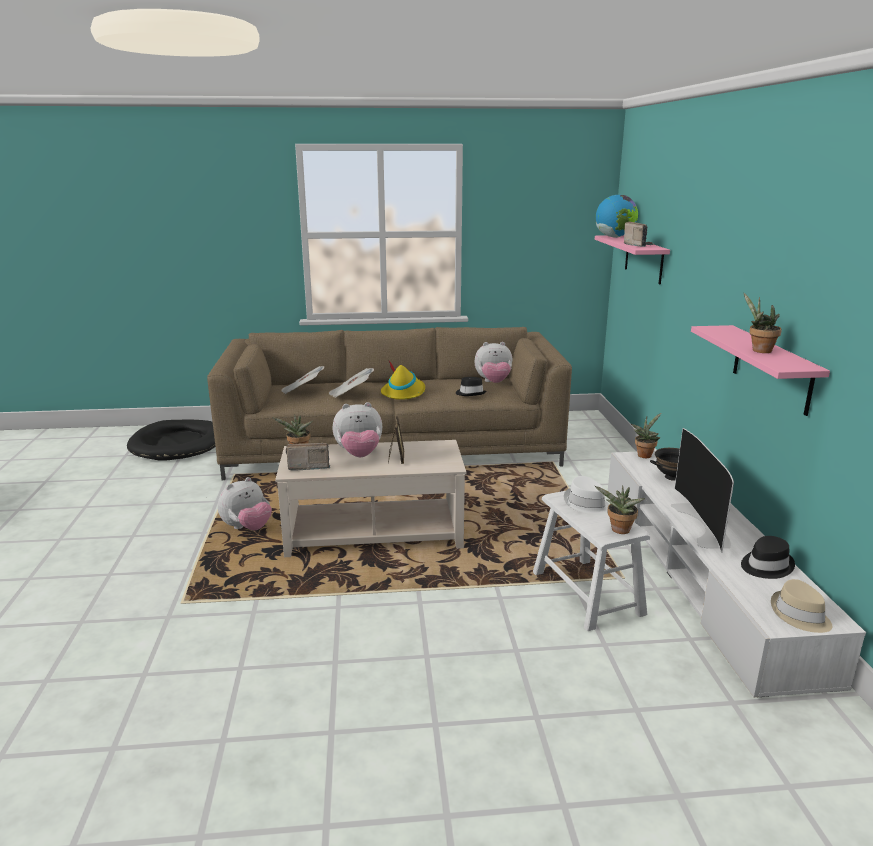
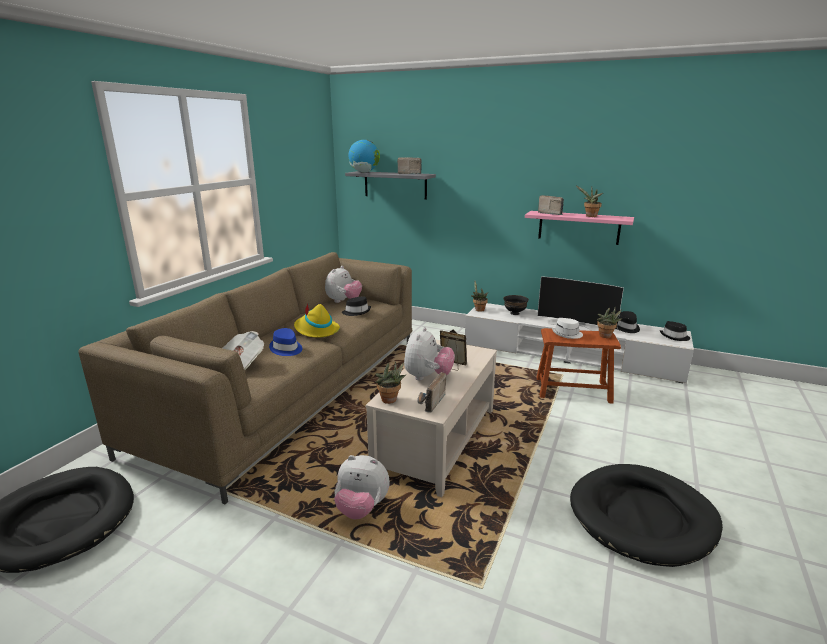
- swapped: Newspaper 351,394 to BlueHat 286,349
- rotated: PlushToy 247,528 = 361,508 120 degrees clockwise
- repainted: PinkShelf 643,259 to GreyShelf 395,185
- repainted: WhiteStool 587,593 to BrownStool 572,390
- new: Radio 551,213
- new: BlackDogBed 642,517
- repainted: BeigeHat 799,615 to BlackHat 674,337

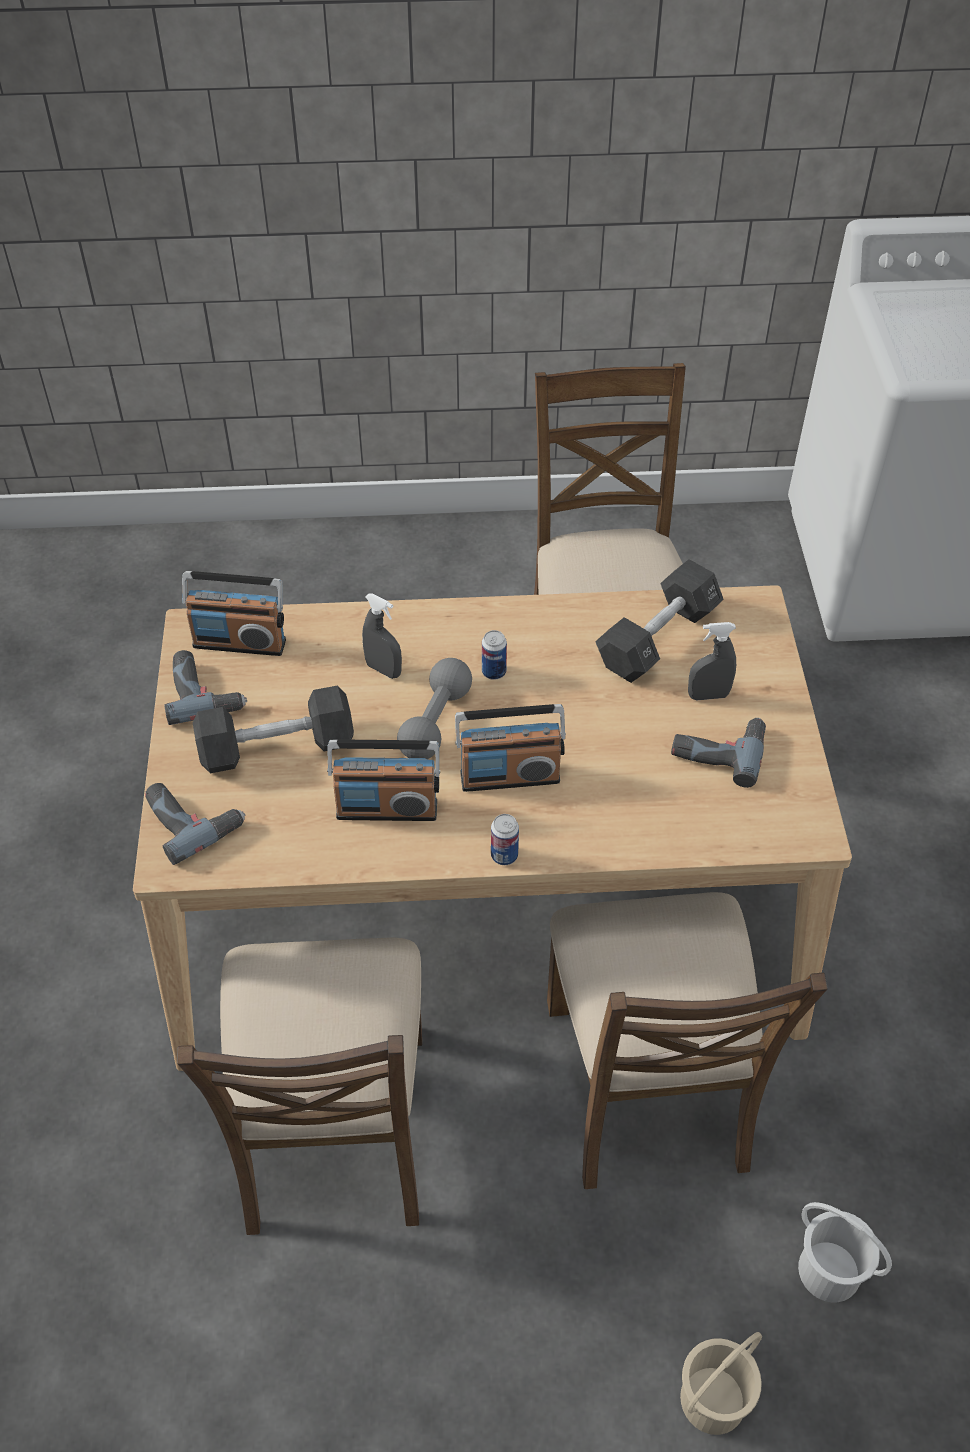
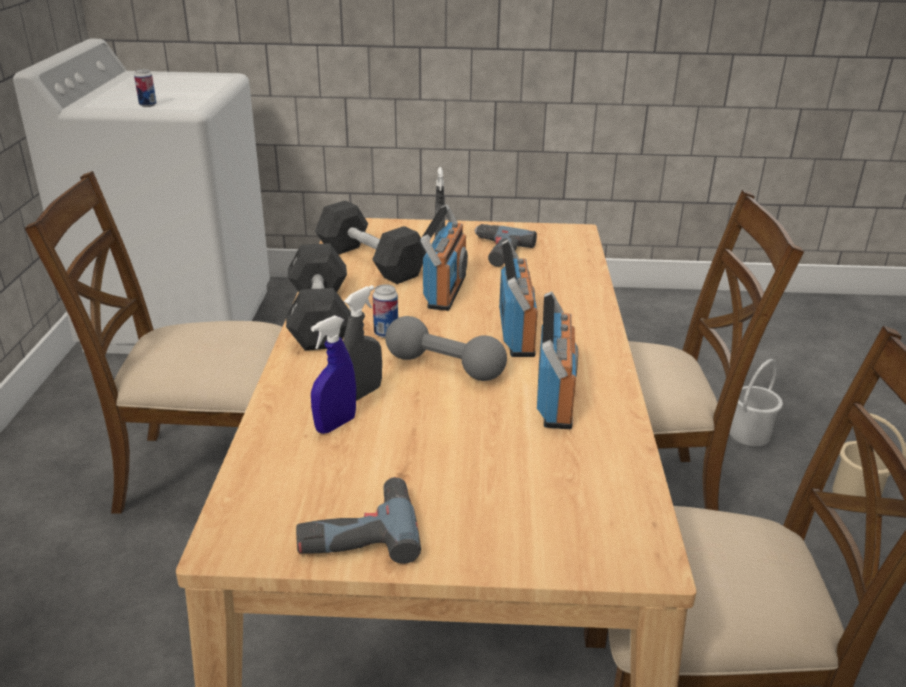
- shifted: Can 504,855 to 148,105
- shifted: BlackDumbbell 277,747 to 319,317
- new: BlueSprayBottle 335,425
- shifted: Radio 240,642 to 445,291
- gone: PowerDrill 192,819

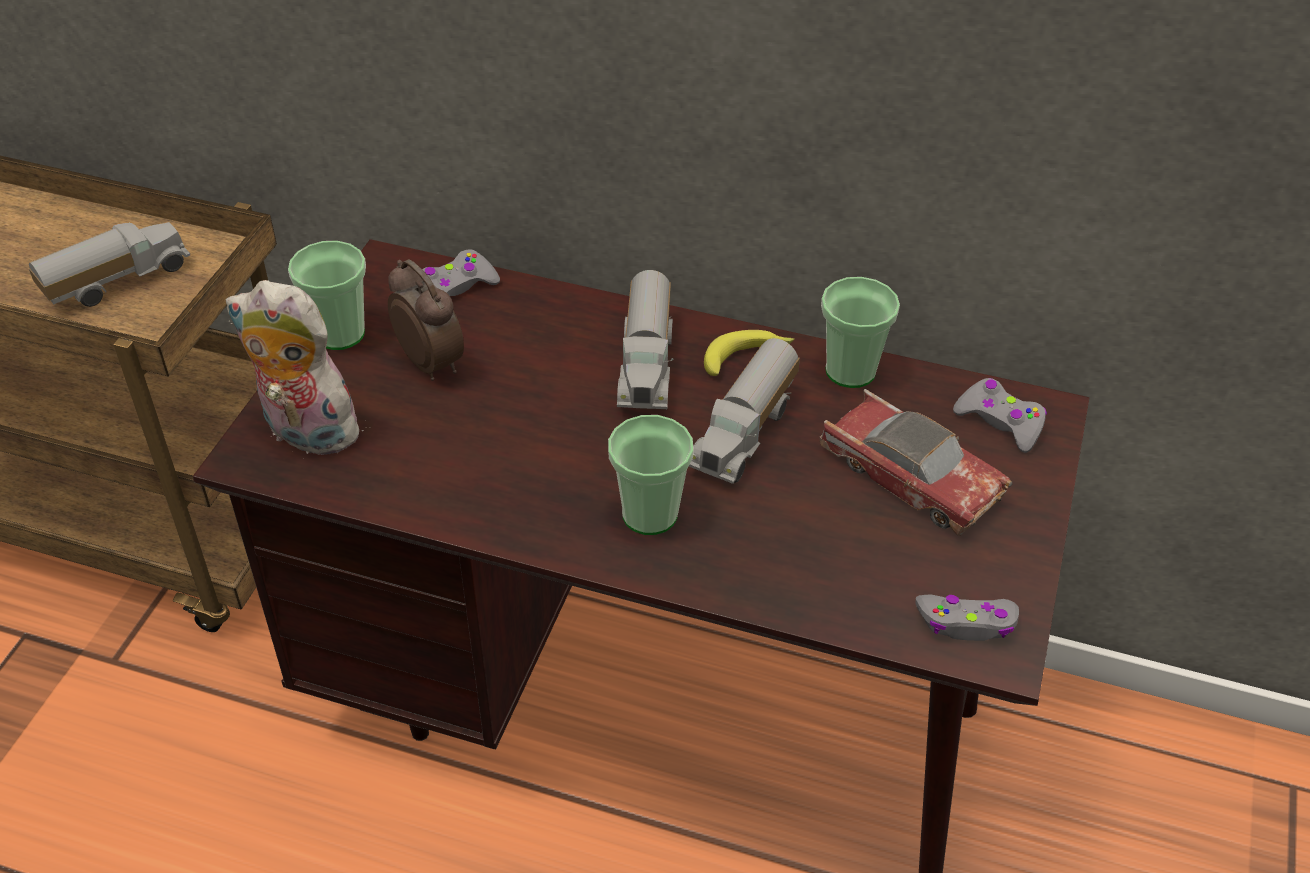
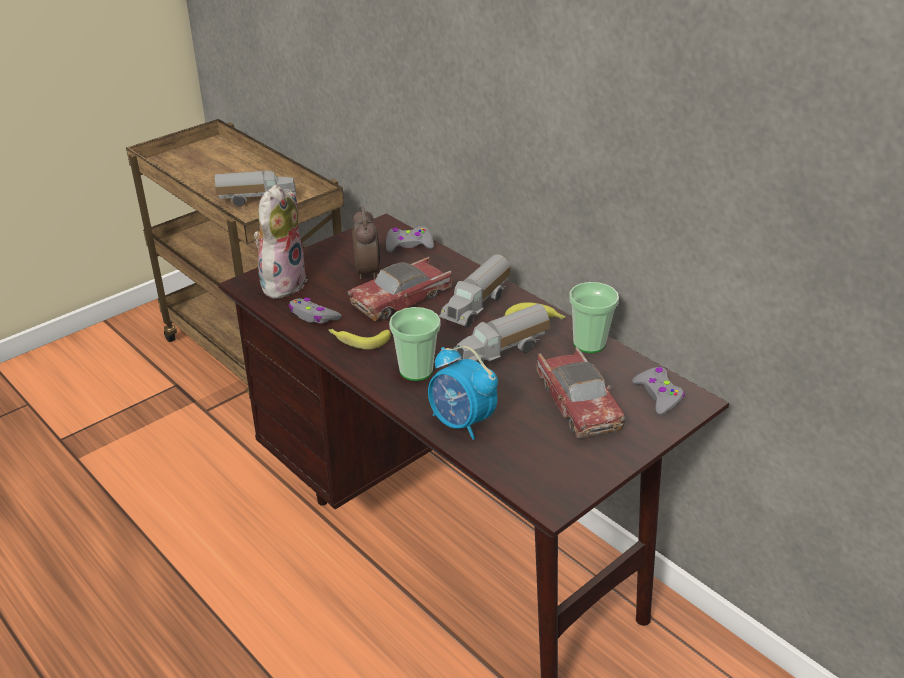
- rotated: PlushToy 305,433 = 282,282 60 degrees clockwise
- shifted: GreyGameController 966,623 to 313,316
- new: Banana 358,340
- new: ToyCar 401,298
- new: AlarmClock 461,422
- gone: Cup 340,333

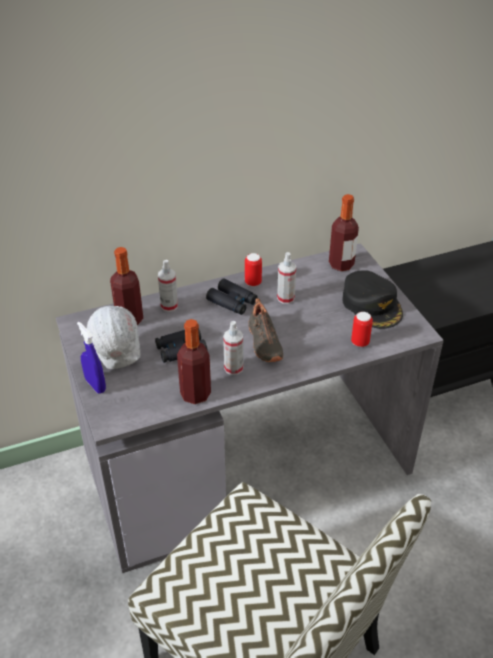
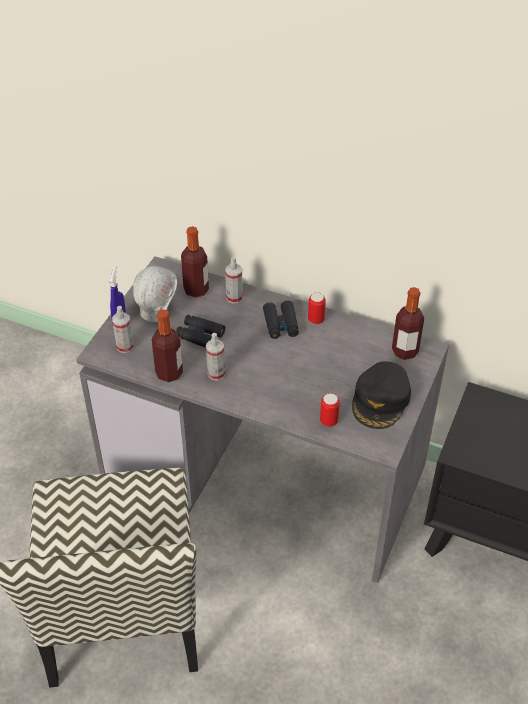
- shifted: SprayBottle 285,298 to 125,346
- gone: BlackShoe 263,343

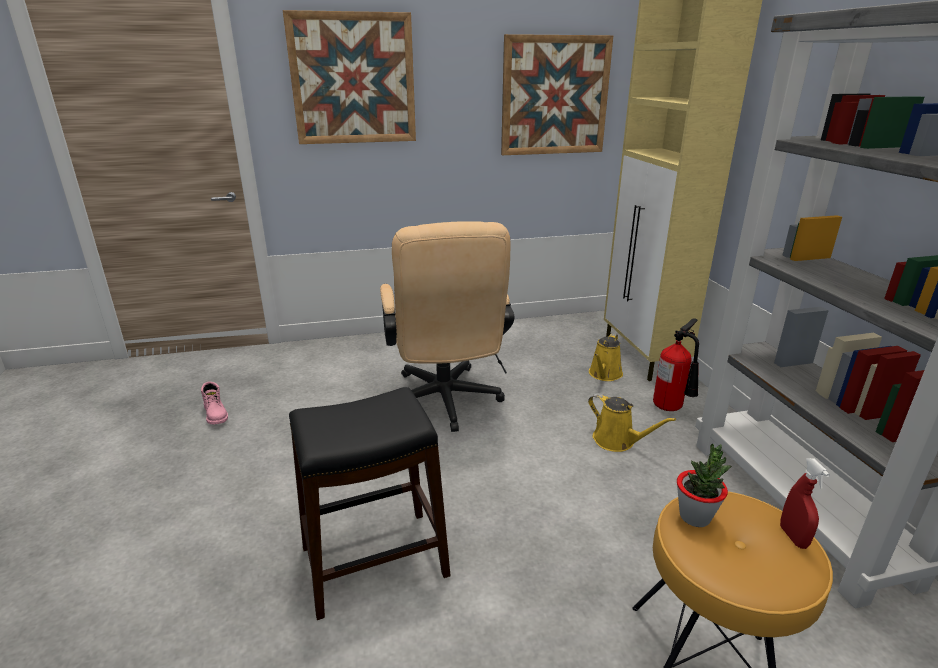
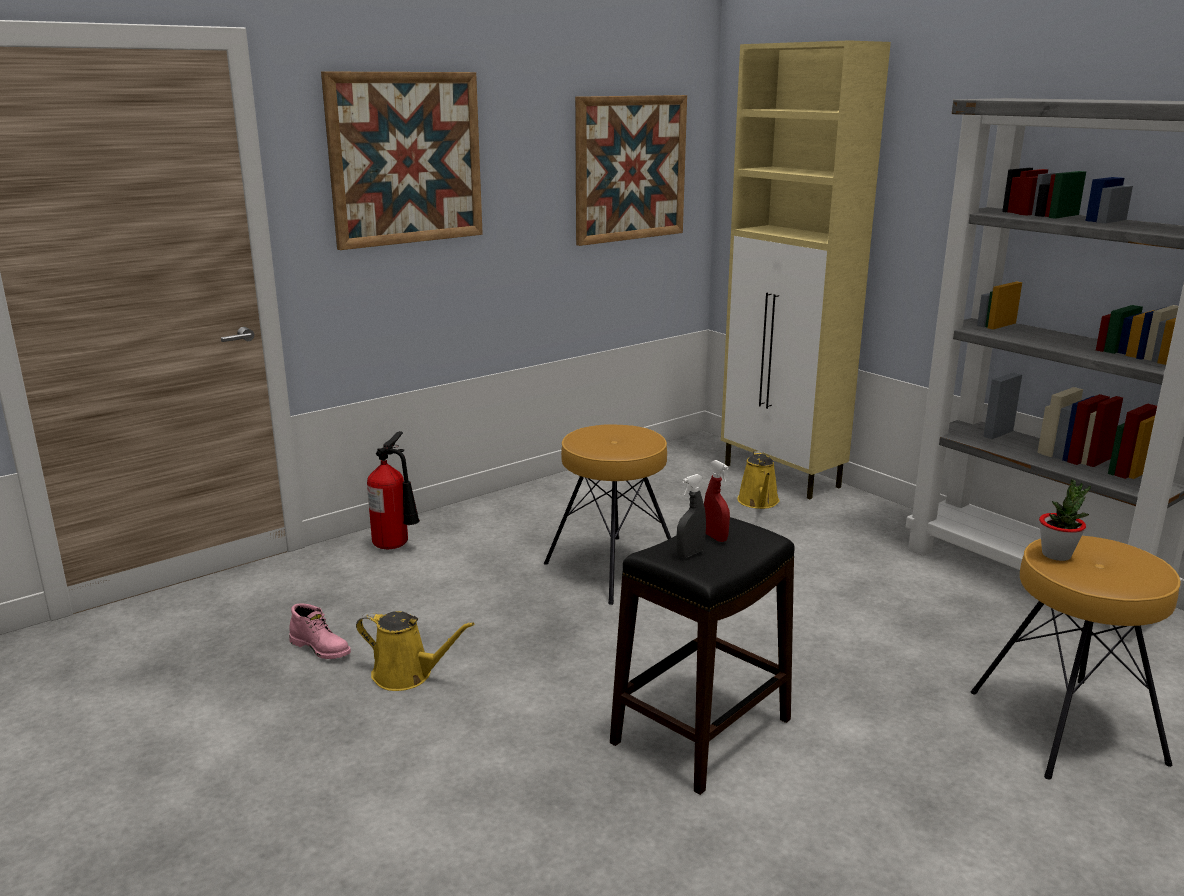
- shifted: YellowWateringCan 617,441 to 407,675
- shifted: FireExtinguisher 672,408 to 396,546
- swapped: BeigeOfficeChair 445,404 to BrownStool 613,569
- new: GreySprayBottle 690,553
- shifted: RedSprayBottle 793,537 to 715,537

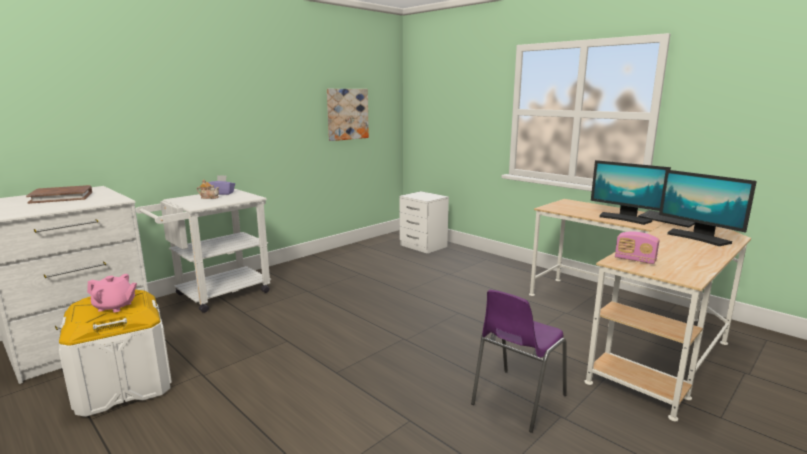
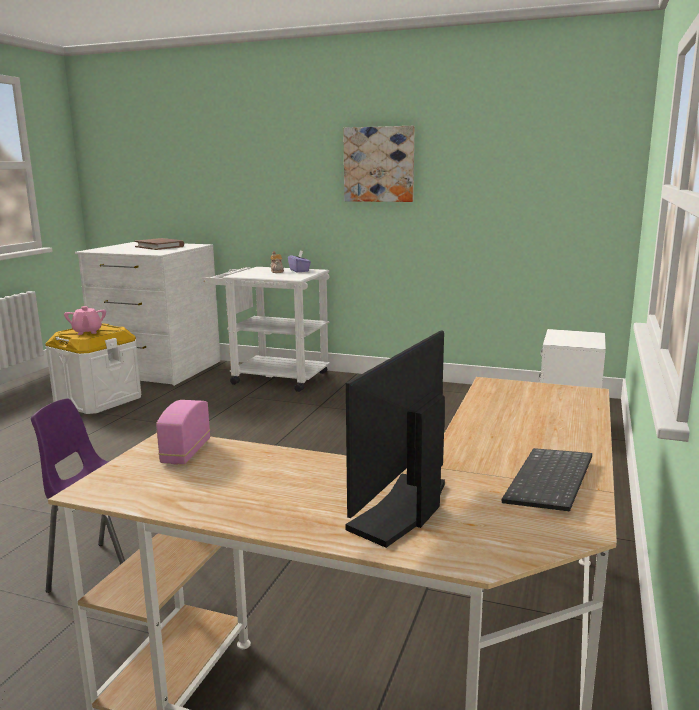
- shifted: Picture 347,114 to 379,164
- gone: Monitor 624,218

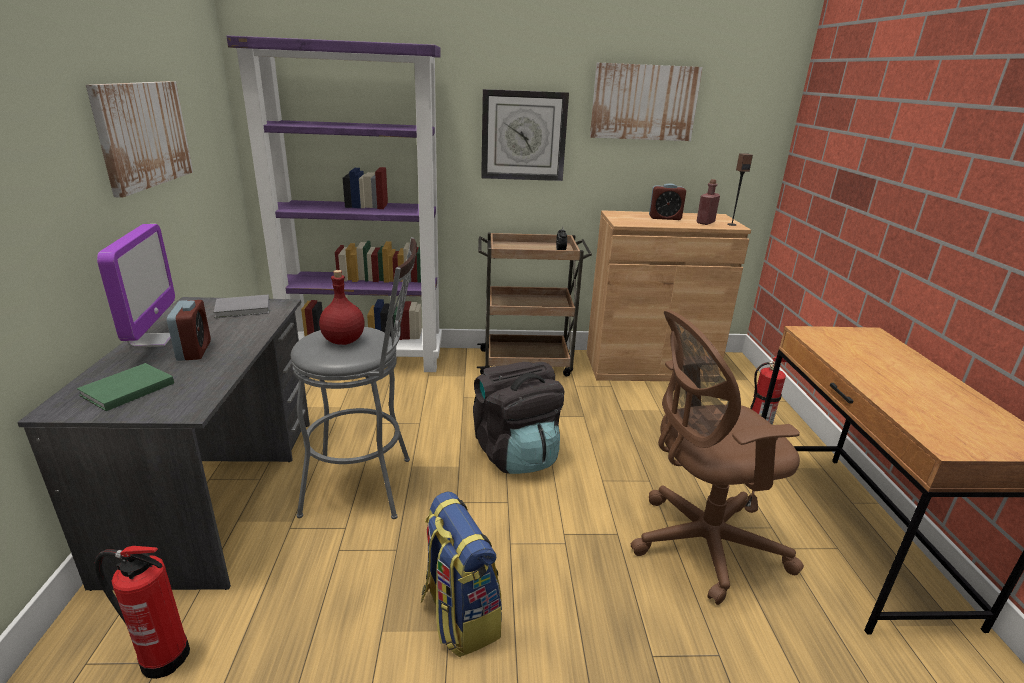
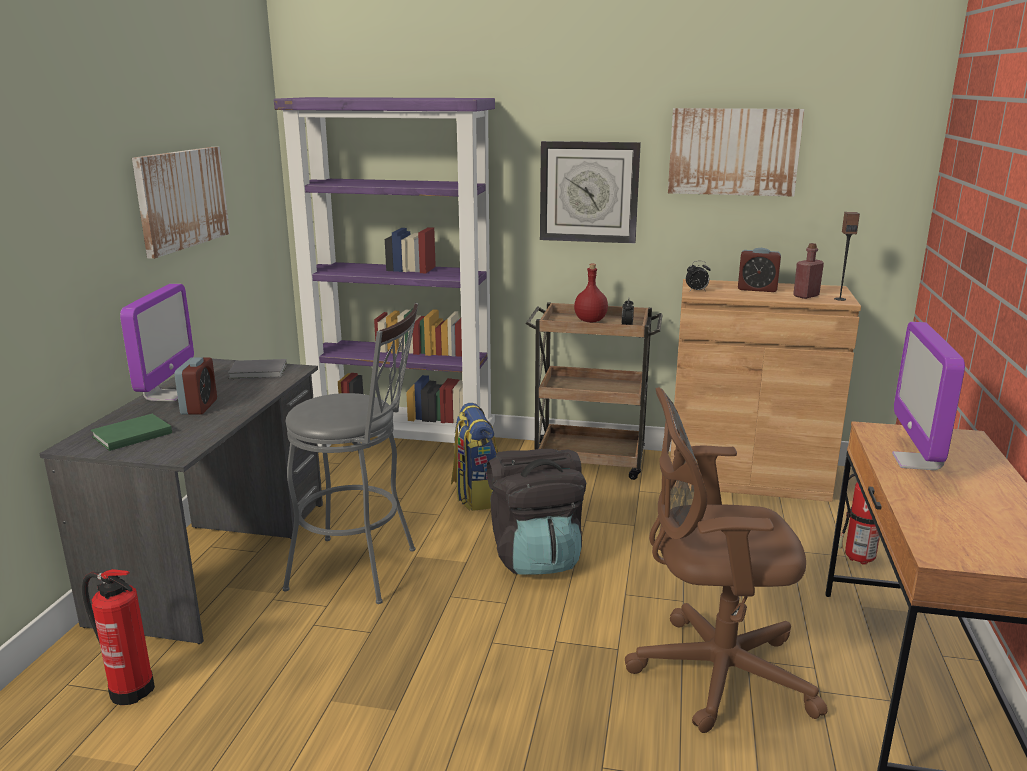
- shifted: Backpack 459,616 to 476,495
- shifted: RedBottle 344,341 to 591,321
- new: AlarmClock 696,291
- new: Monitor 916,462

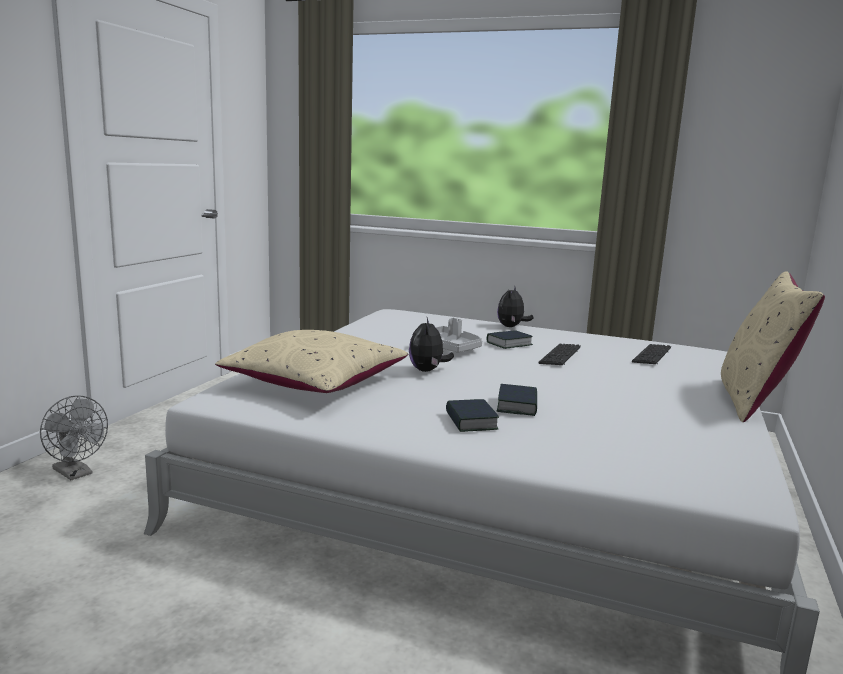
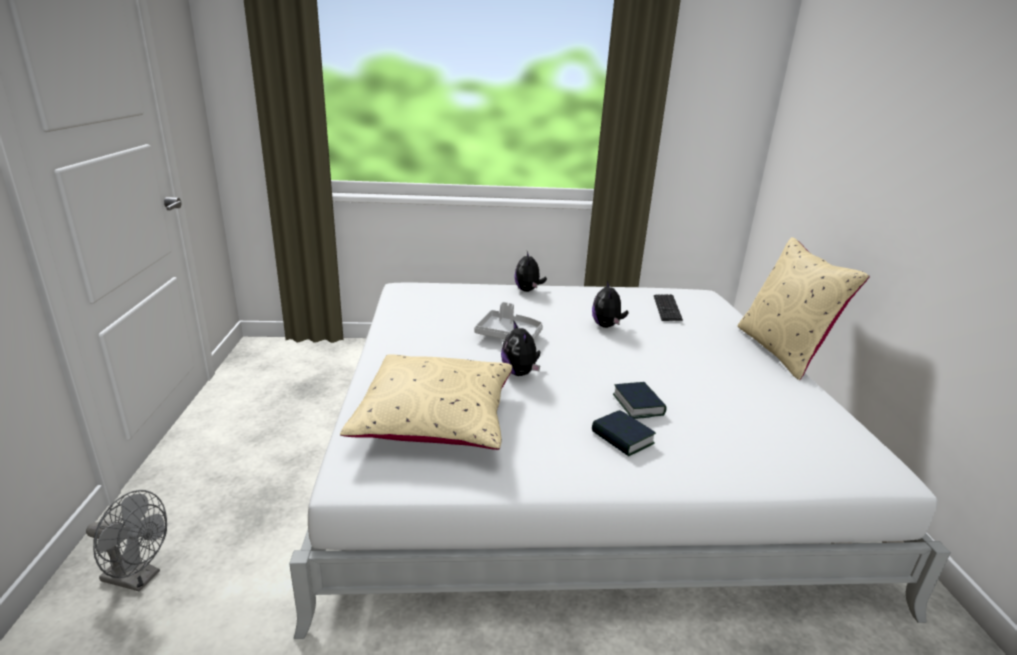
- swapped: Keyboard 560,356 to PlushToy 607,326
- gone: Book 509,344

